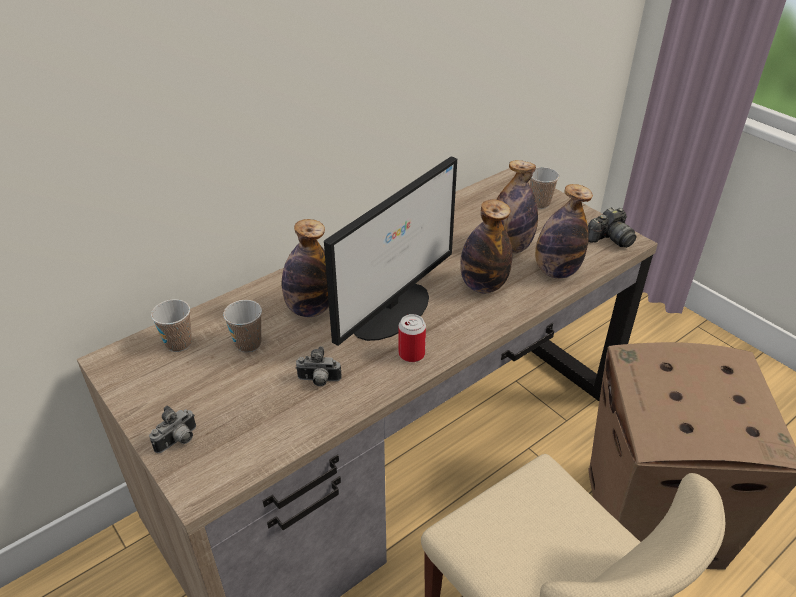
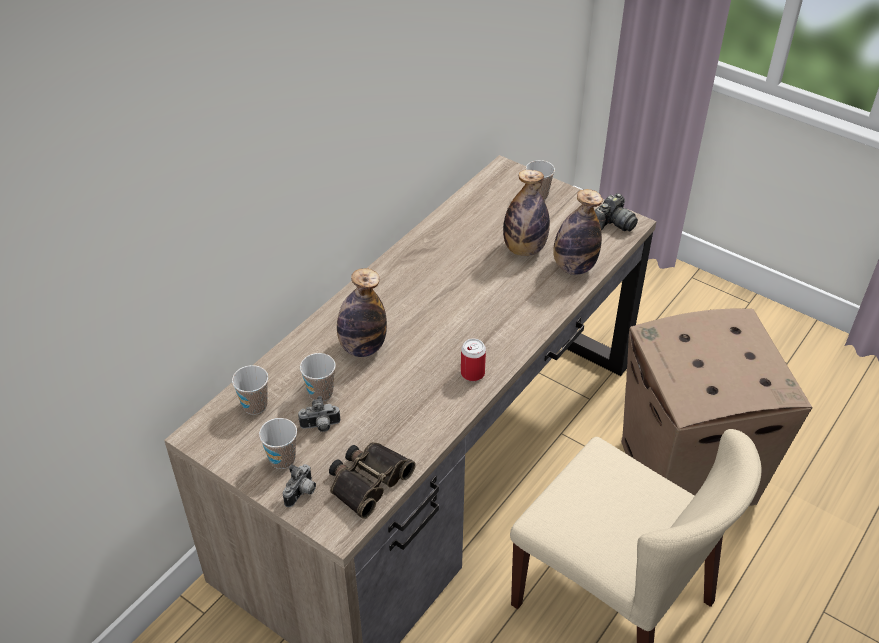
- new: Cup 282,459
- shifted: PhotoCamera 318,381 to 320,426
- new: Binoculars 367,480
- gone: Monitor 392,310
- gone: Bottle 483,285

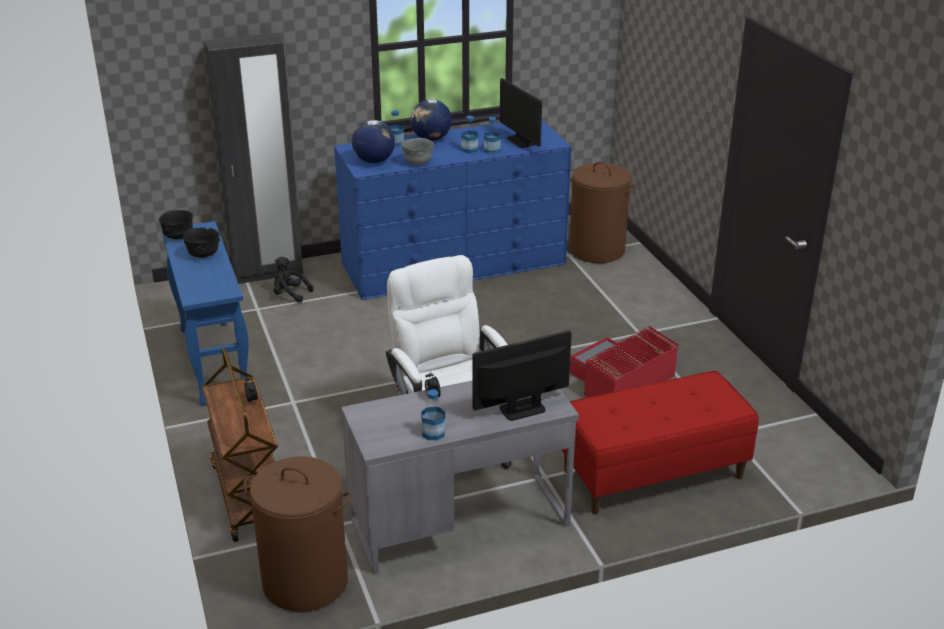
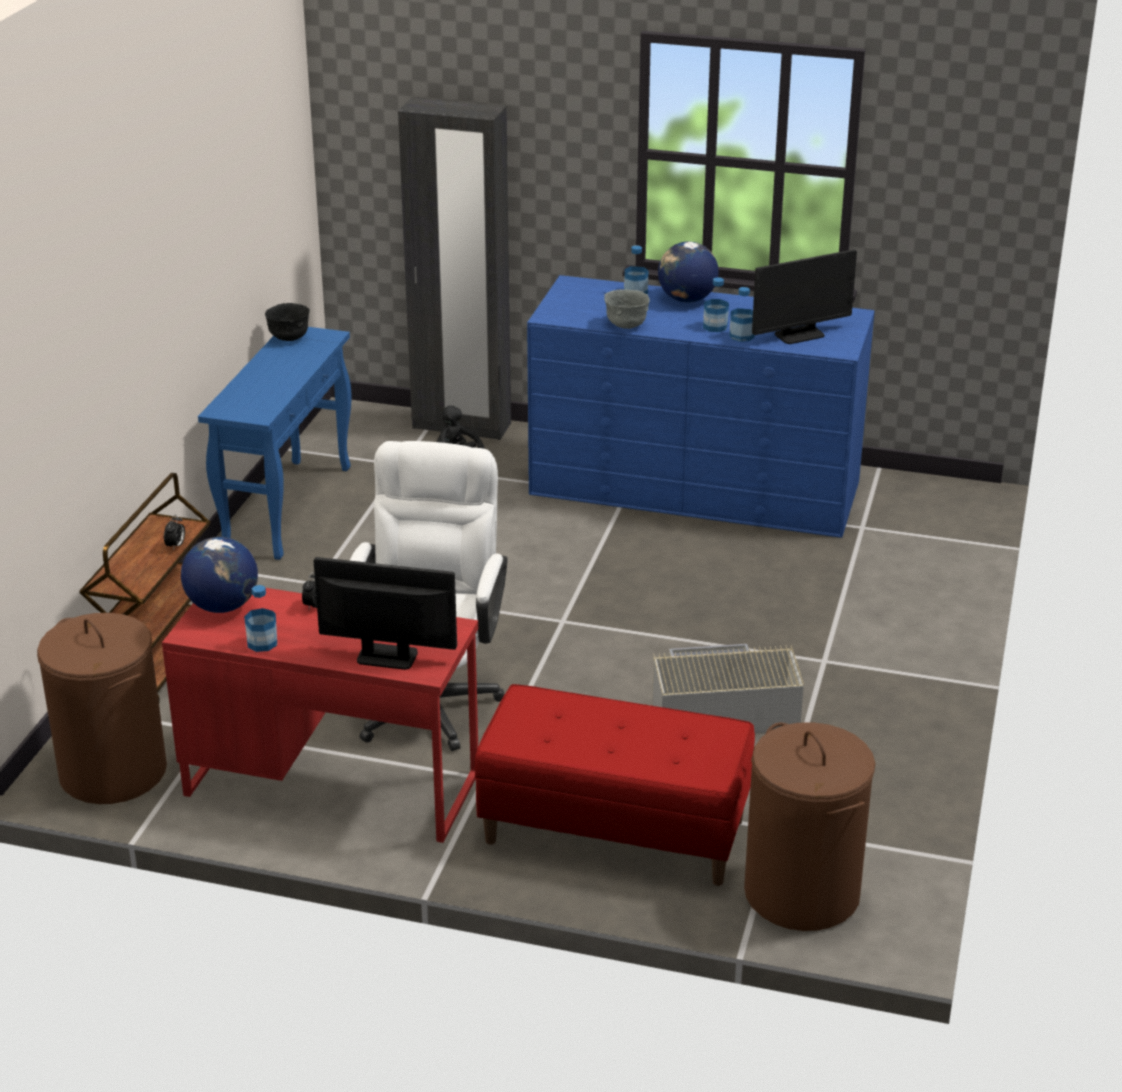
- repainted: GreyDesk 459,521 to RedDesk 332,783
- shifted: Globe 374,161 to 222,606
- repainted: RedStorageBox 619,381 to GreyStorageBox 719,708
- shifted: BrownLaundryBasket 597,250 to 802,893
- rotated: Monitor 521,141 = 799,335 120 degrees counterclockwise
- gone: BlackBowl 203,255

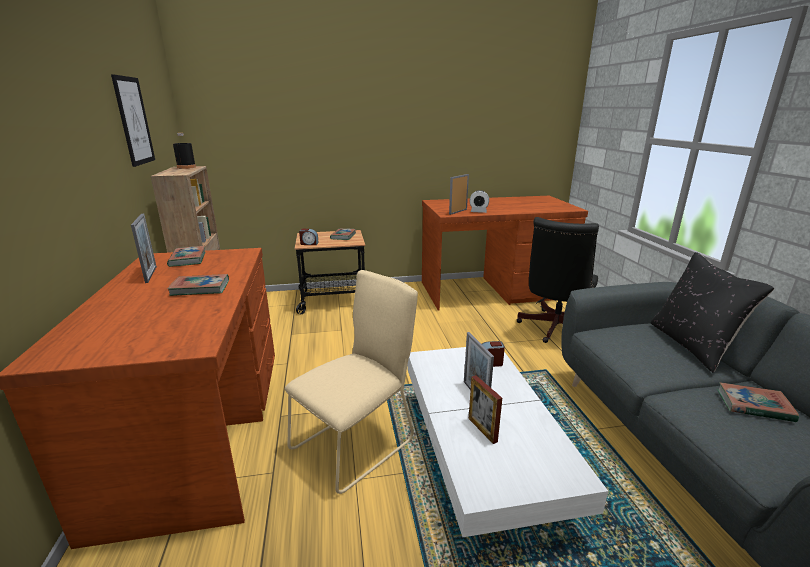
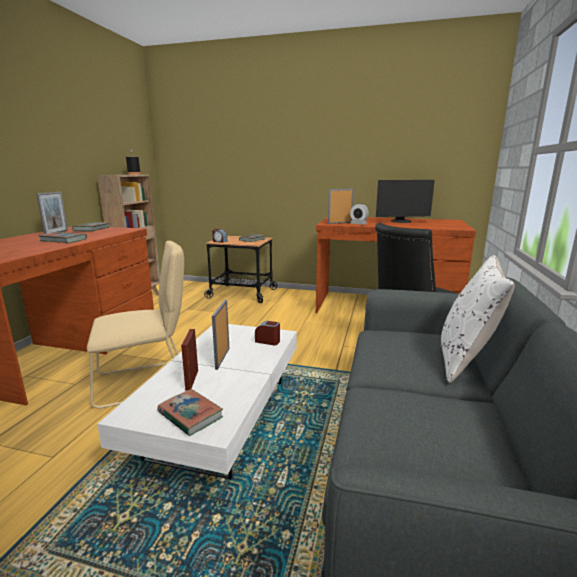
- shifted: Book 754,405 to 190,415
- new: Monitor 401,221
- repainted: BlackPillow 692,345 to WhitePillow 466,359
- gone: Picture 134,121

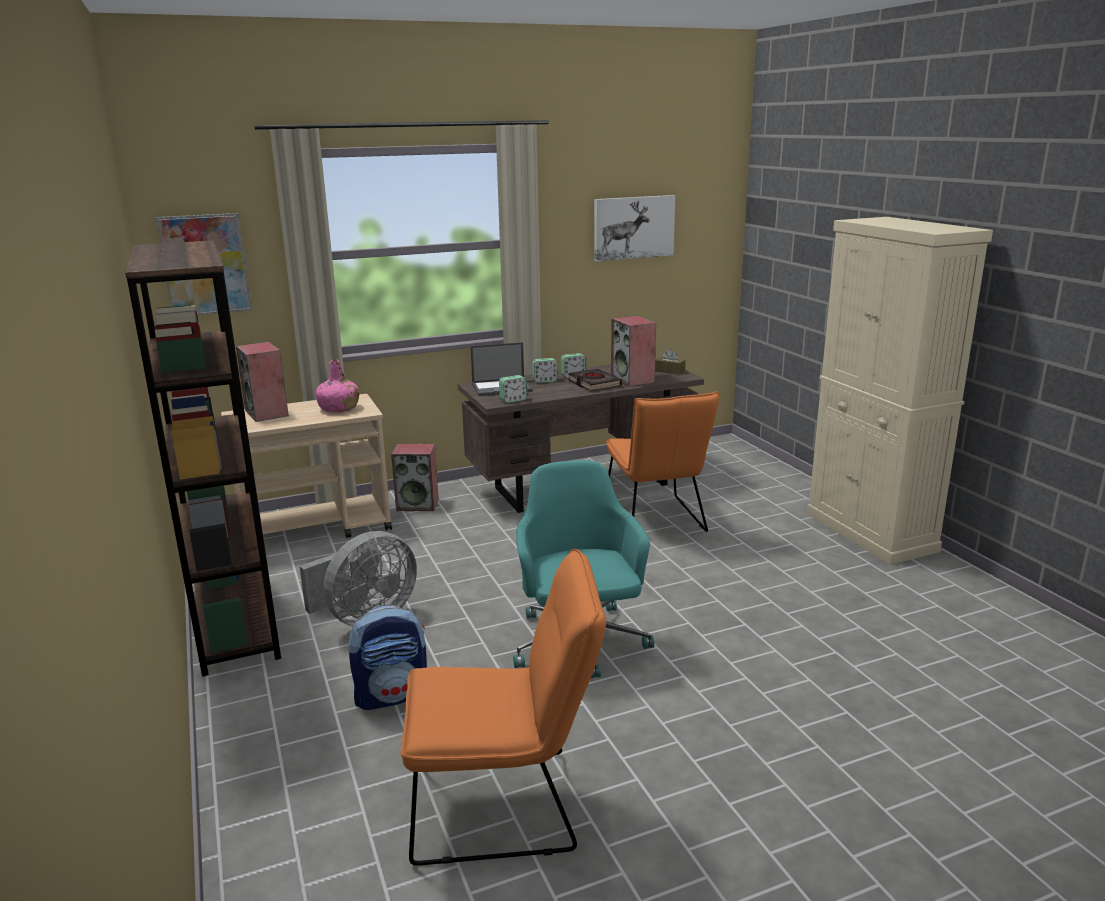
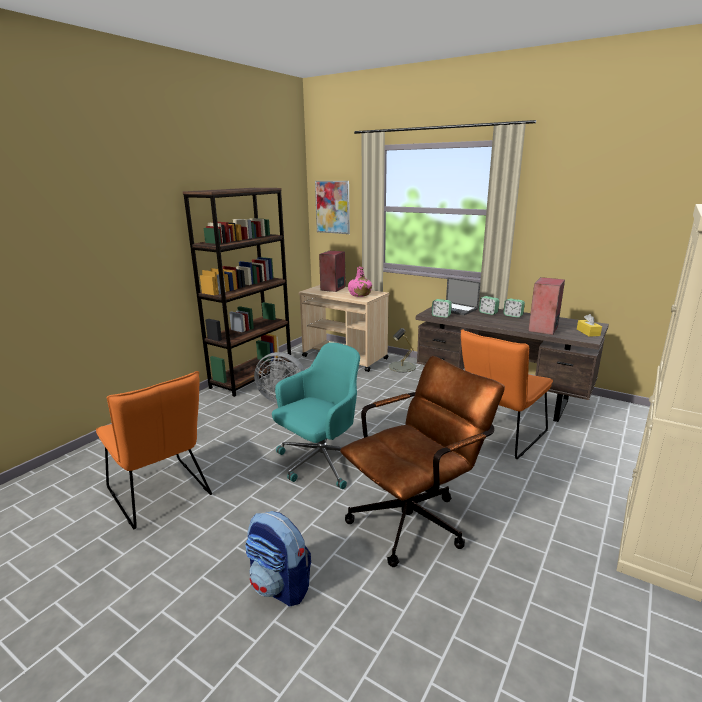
- shifted: Backpack 392,695 to 280,586
- new: BrownOfficeChair 415,519
- swapped: Speaker 418,504 to GreyTableLamp 402,367
- repainted: BrownTissueBox 670,371 to YellowTissueBox 588,332
- gone: BlackBook 594,383
- gone: Picture 633,227

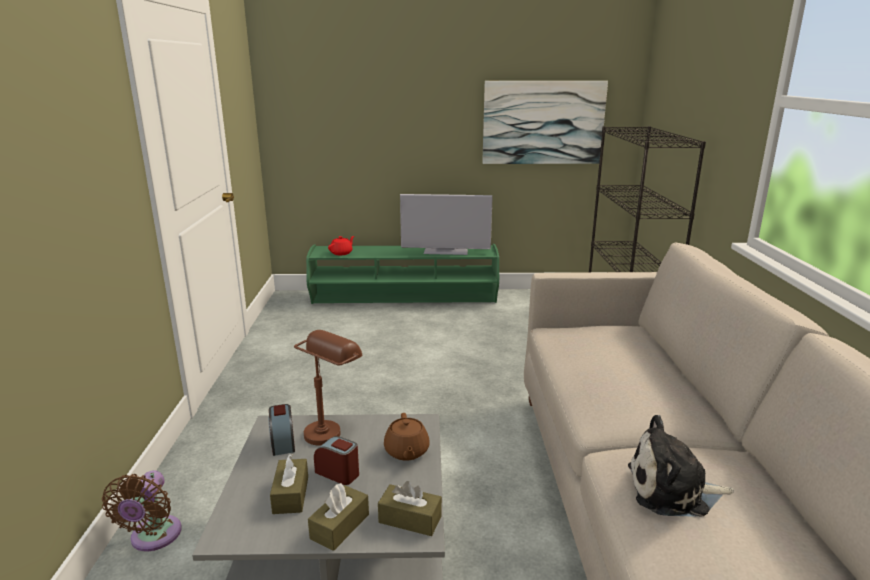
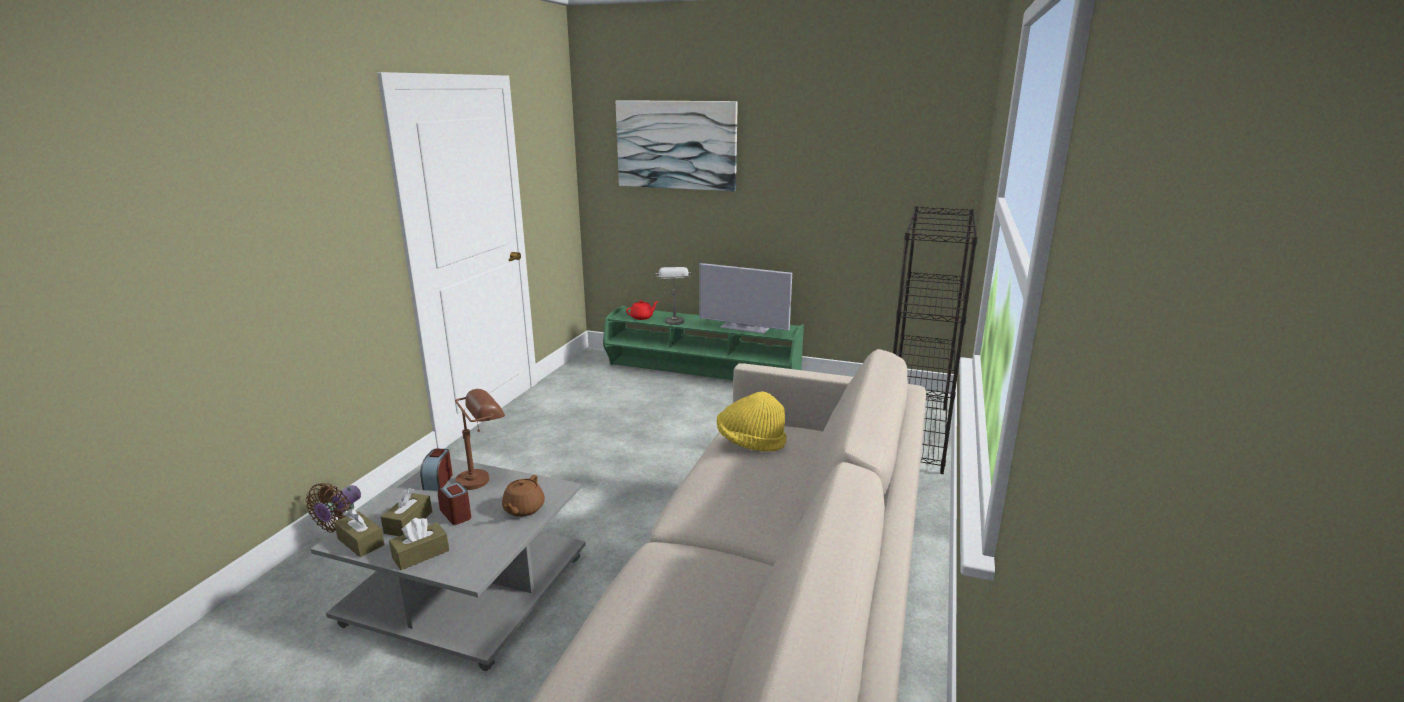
- shifted: BrownTissueBox 410,519 to 361,542
- shifted: Picture 543,122 to 676,145
- new: GreyTableLamp 673,320
- new: YellowHat 750,442
- gone: PlushToy 673,490

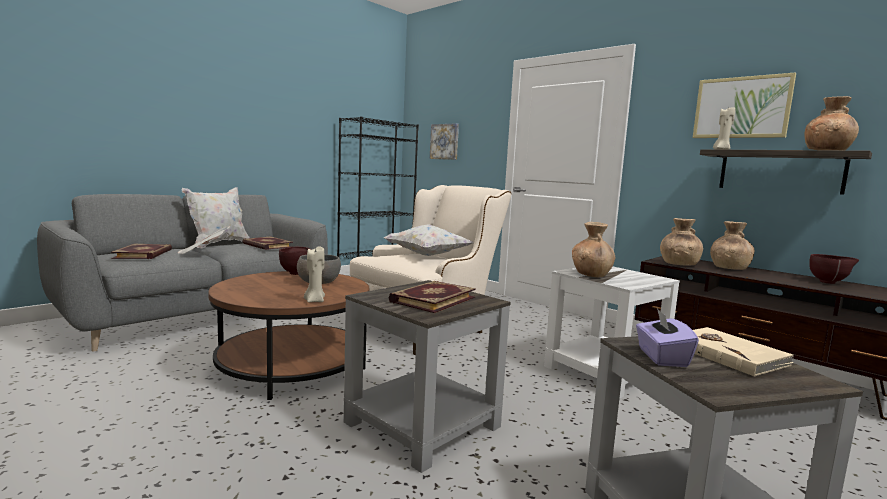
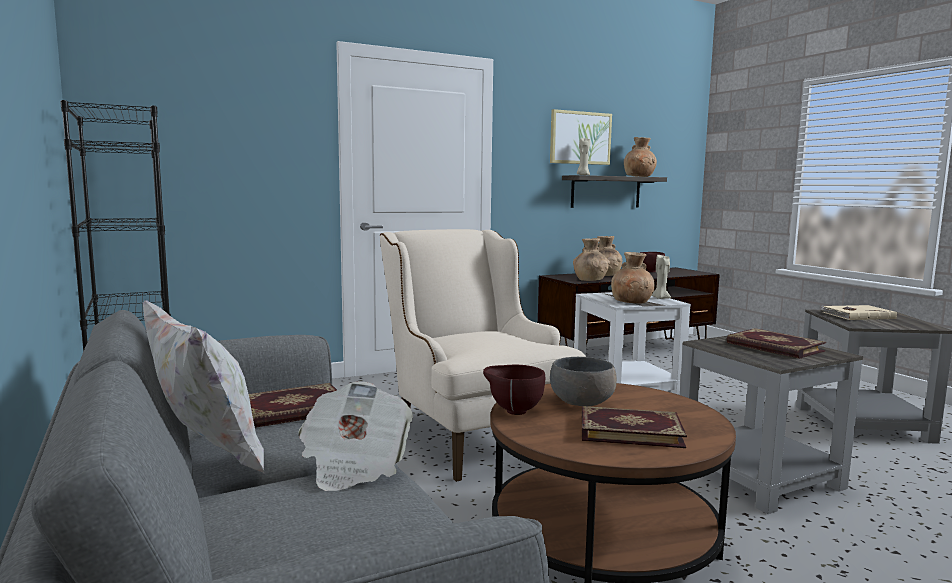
- shifted: Book 144,254 to 630,430
- shifted: BeigeCandle 314,301 to 660,298
- gone: WhitePillow 426,255
- gone: Picture 445,141
- gone: PurpleTissueBox 661,357

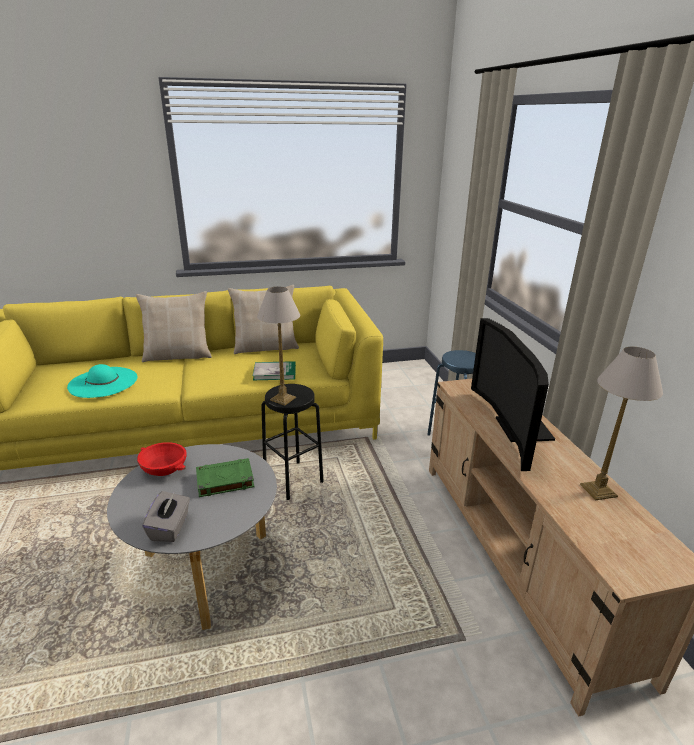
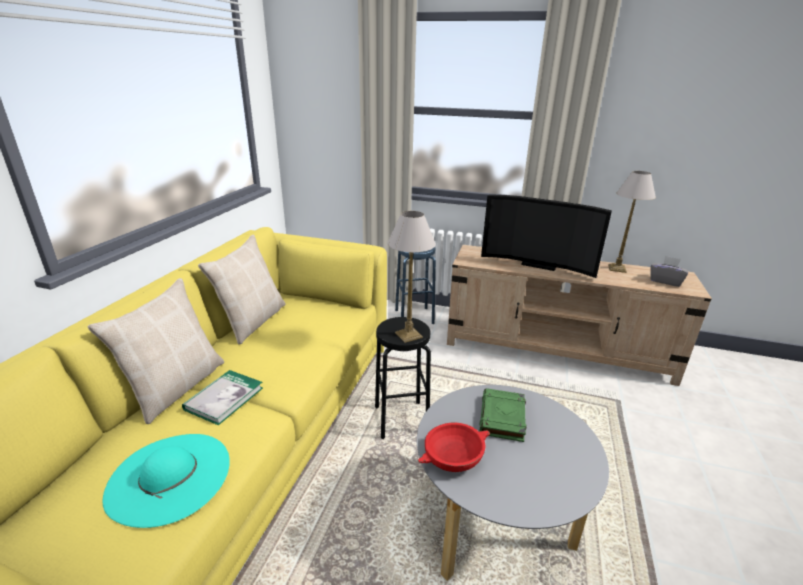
- shifted: Book 274,372 to 224,398
- shifted: GreyTissueBox 170,528 to 665,281

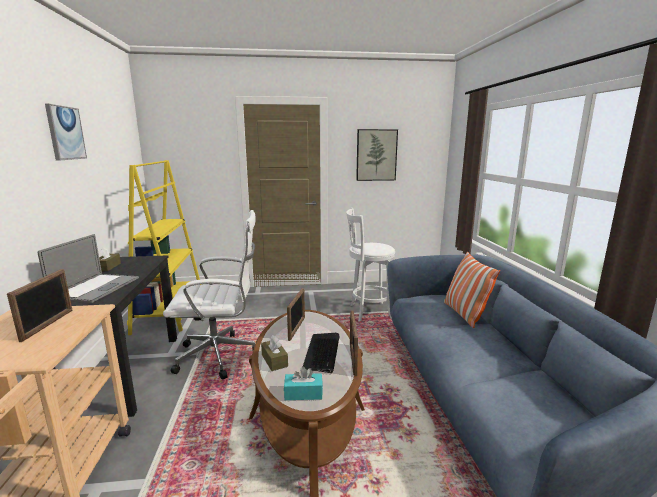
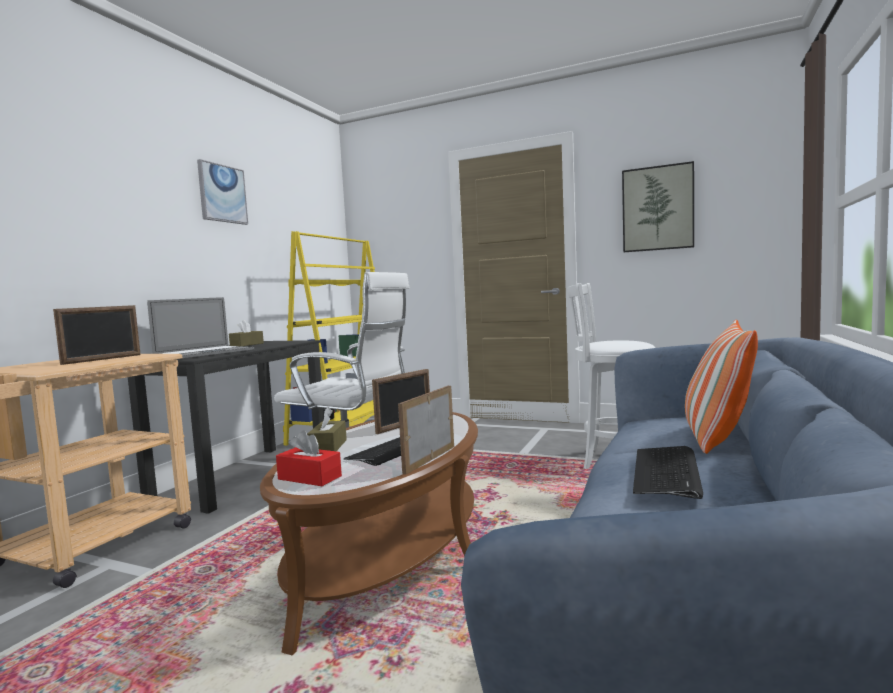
- repainted: TurquoiseTissueBox 303,393 to RedTissueBox 309,477
- new: Keyboard 667,472

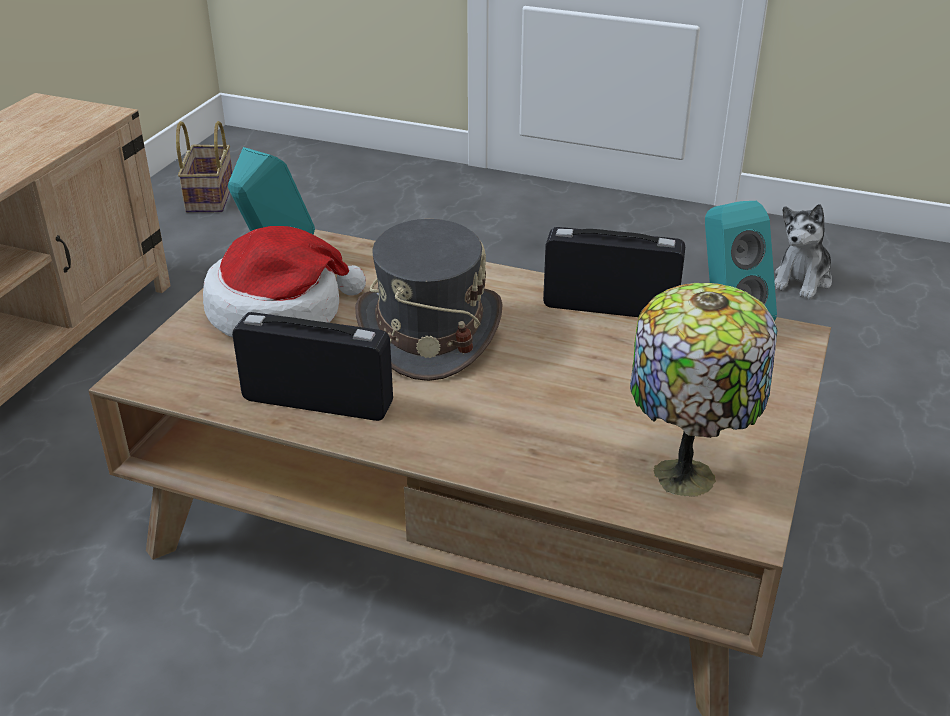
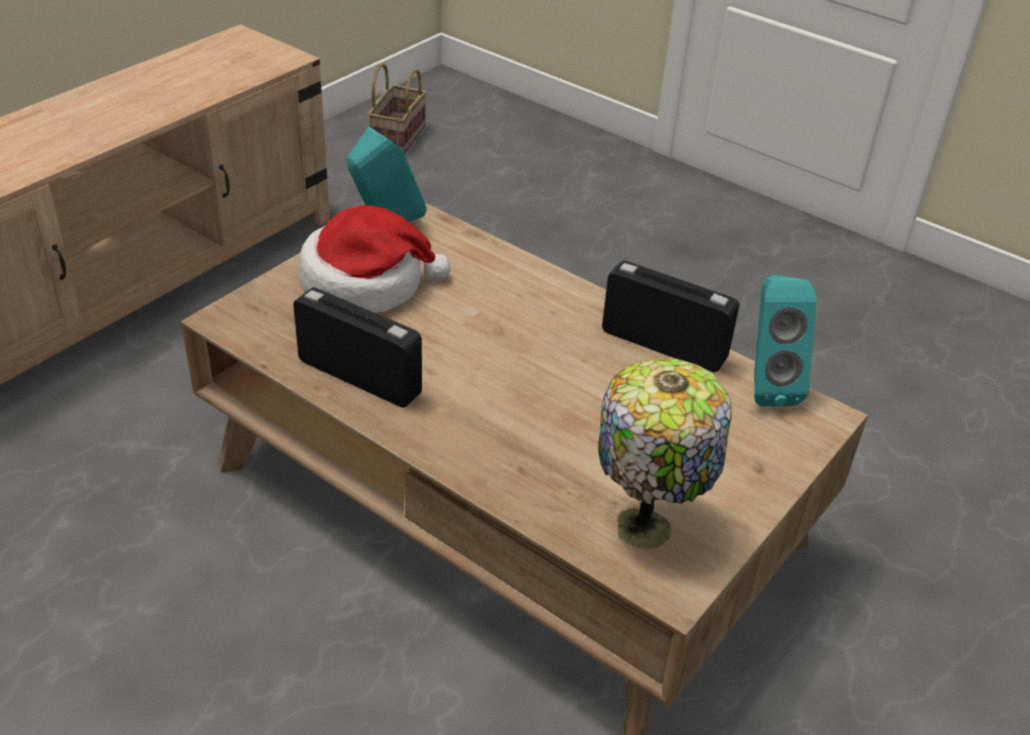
- gone: GreyHat 429,332
- gone: PlushToy 802,280

